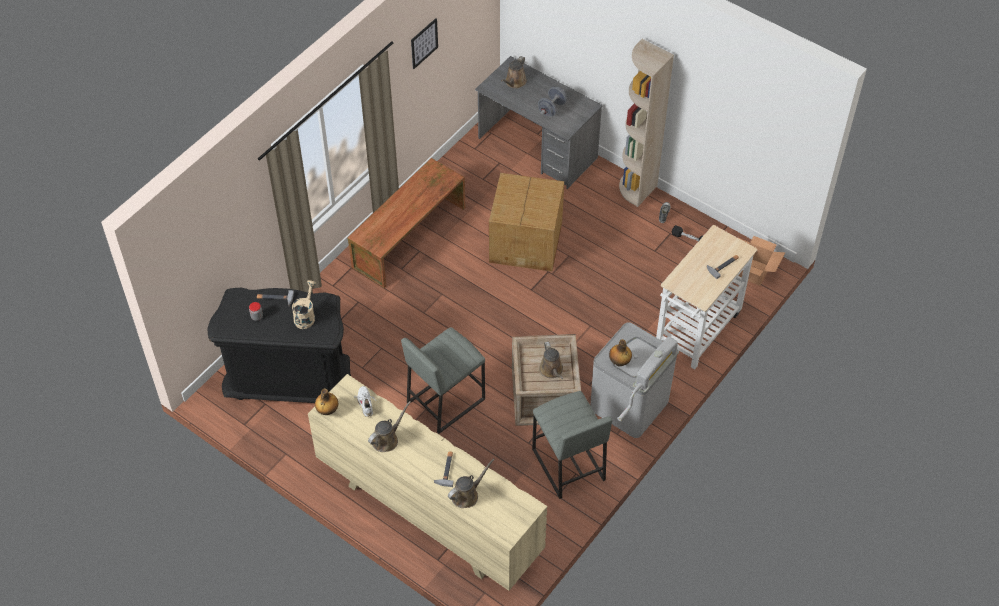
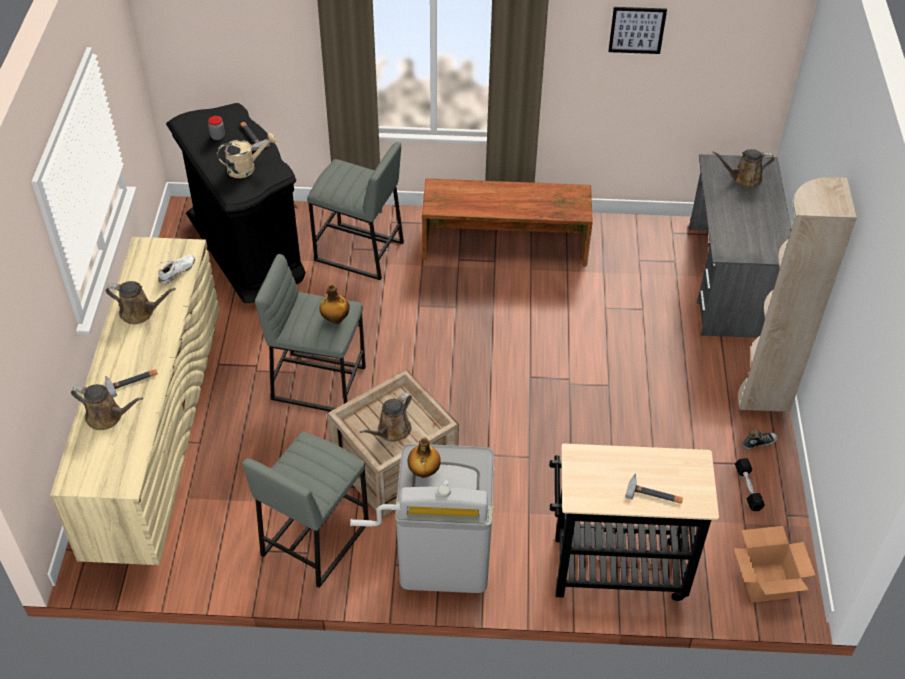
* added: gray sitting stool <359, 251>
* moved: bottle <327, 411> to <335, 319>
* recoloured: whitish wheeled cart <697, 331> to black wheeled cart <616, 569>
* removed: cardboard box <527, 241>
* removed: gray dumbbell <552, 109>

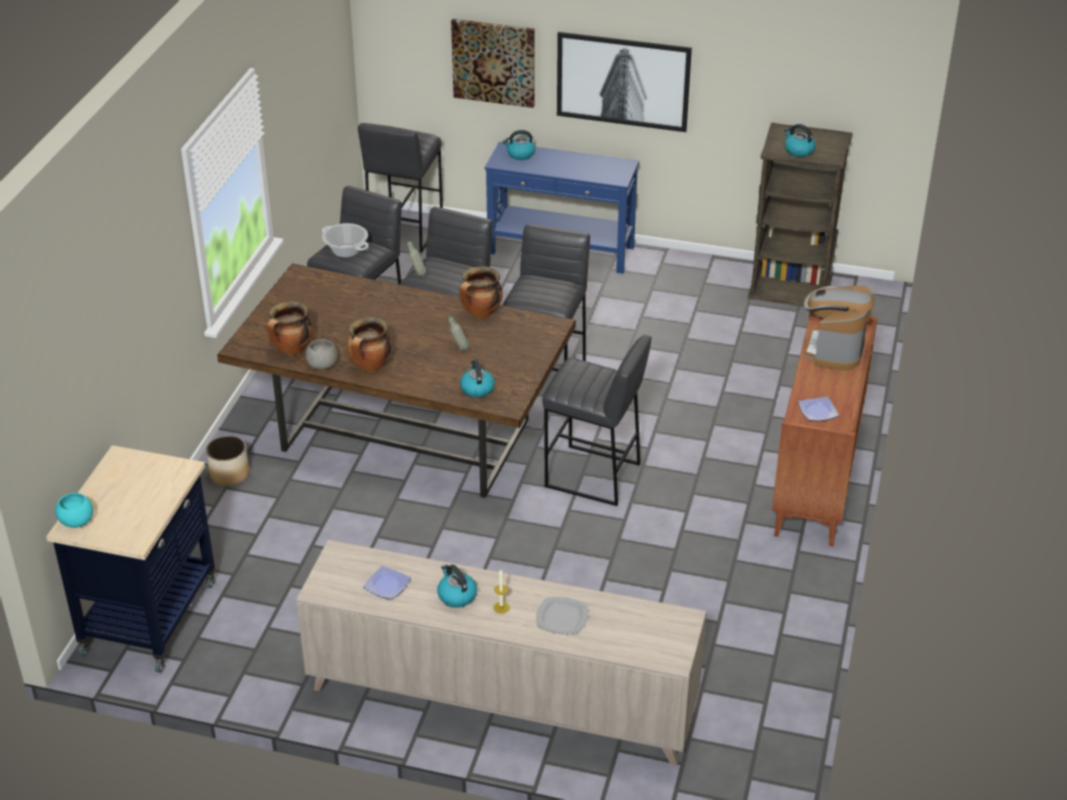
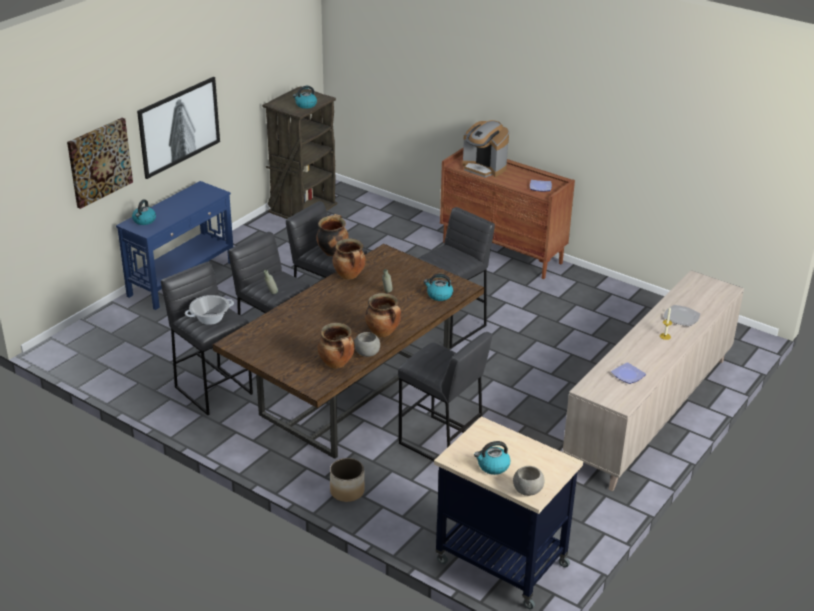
* added: cooking pot <332, 251>
* moved: gray sitting stool <405, 232> to <441, 442>
* moved: tea kettle <456, 596> to <492, 466>
* recoloured: turquoise bowl <76, 522> to gray bowl <528, 491>

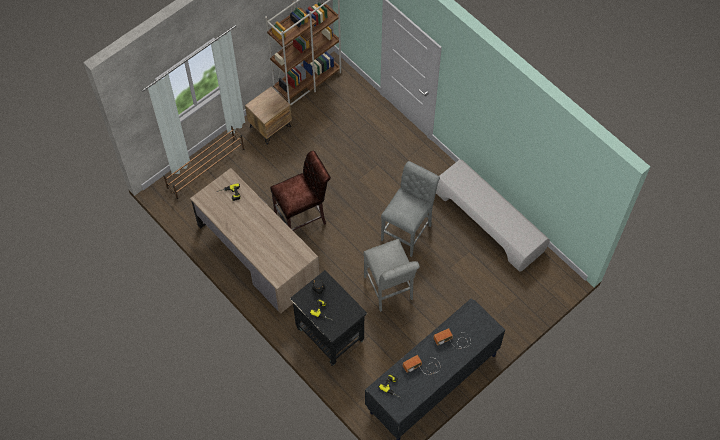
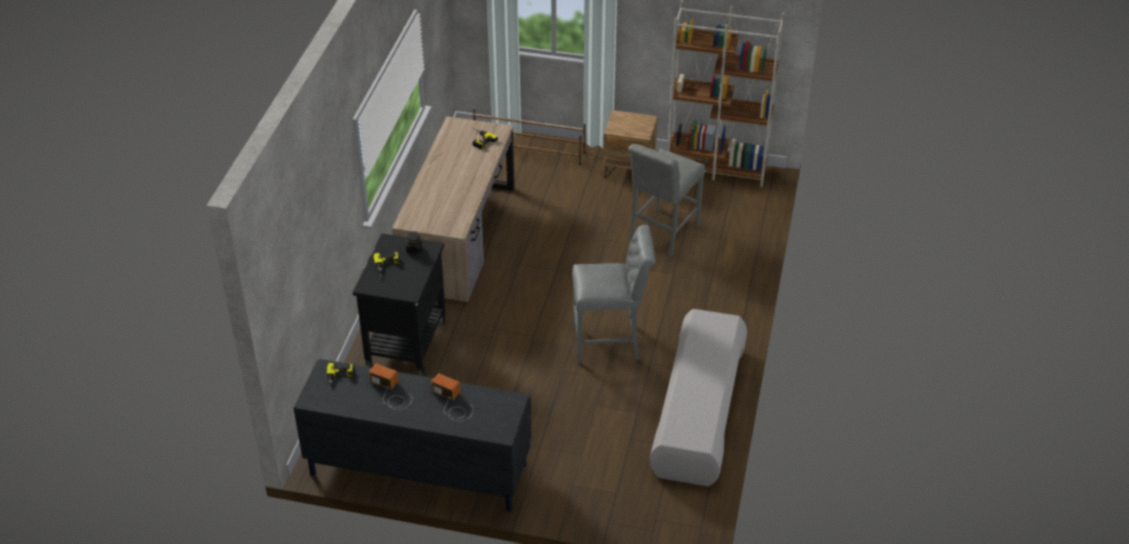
* moved: gray sitting stool <389, 290> to <661, 234>
* removed: brown-coloured sitting stool <303, 218>

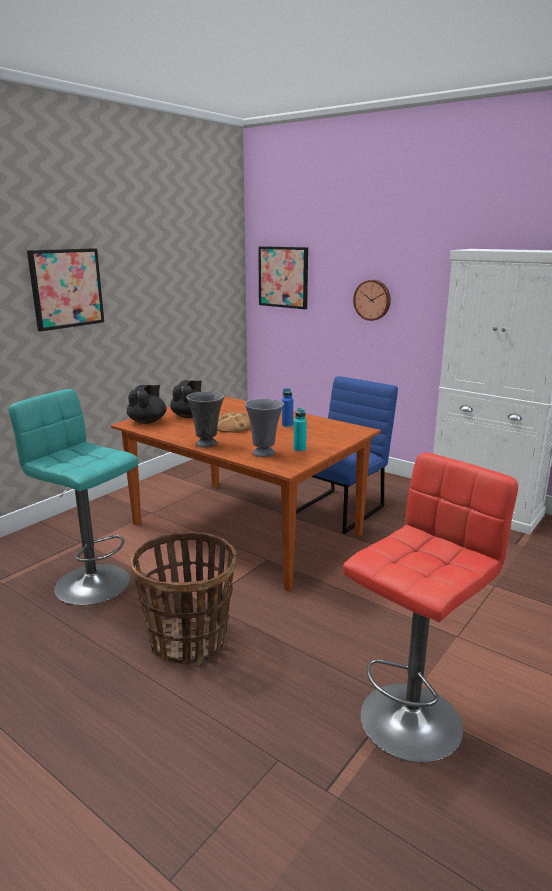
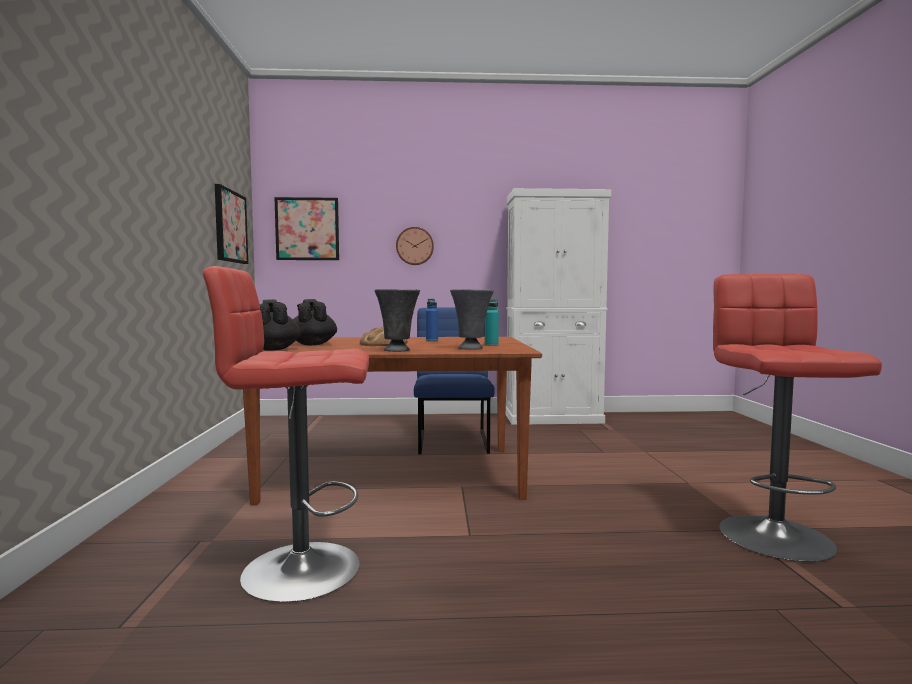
* recoloured: turquoise sitting stool <92, 583> to red sitting stool <300, 570>
* moved: wall picture <66, 288> to <230, 226>
* removed: storage basket <189, 641>

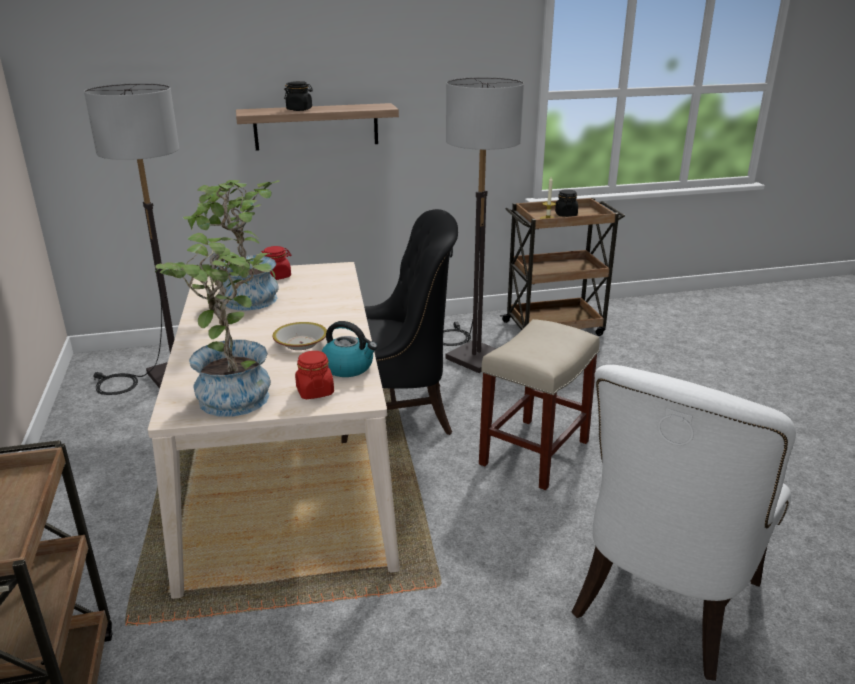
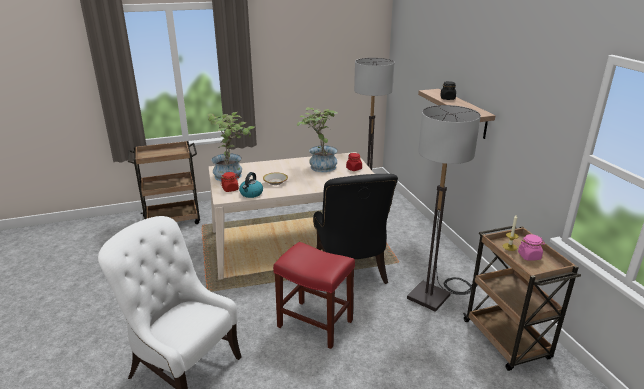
* recoloured: beige sitting stool <534, 453> to red sitting stool <314, 323>
* recoloured: black jar <566, 214> to pinkish jar <529, 256>

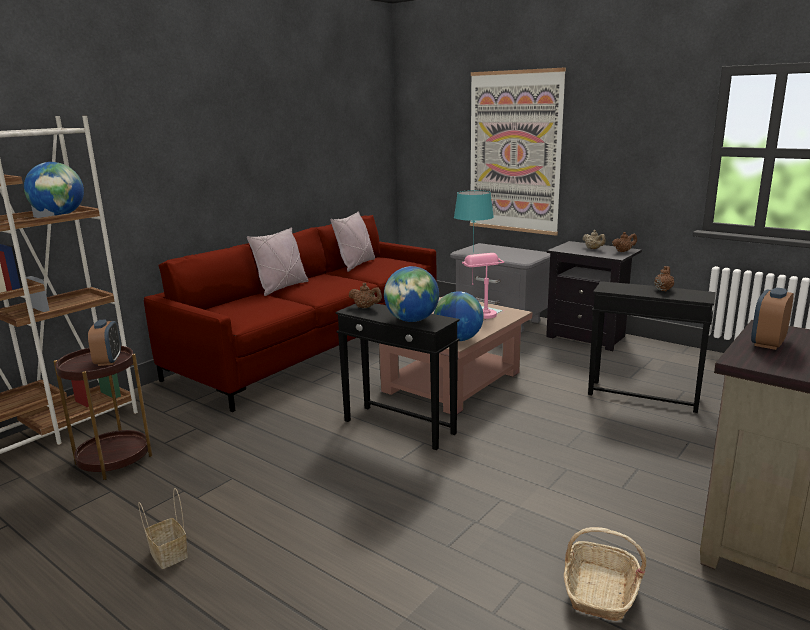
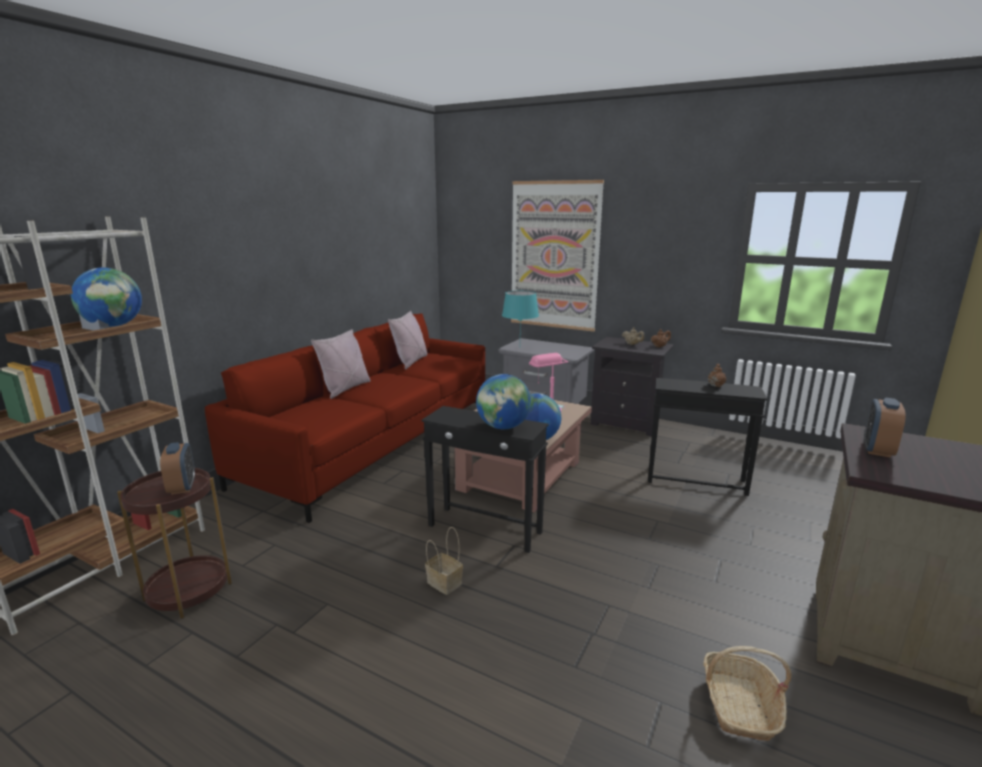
* moved: storage basket <167, 554> to <443, 583>
* removed: brown-coloured tea pot <365, 307>

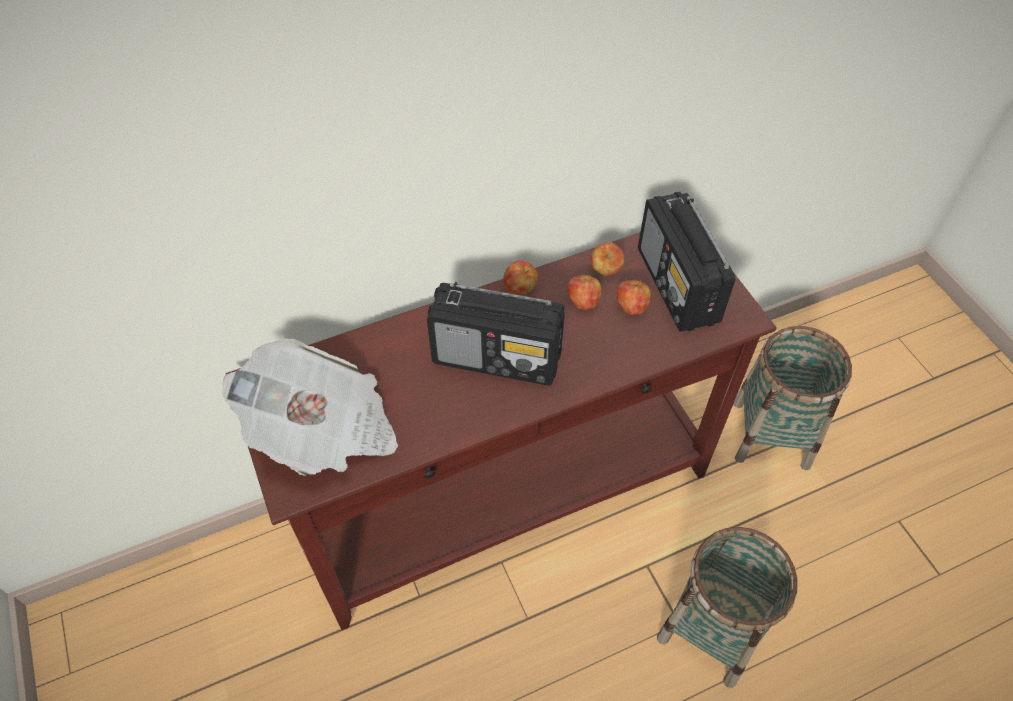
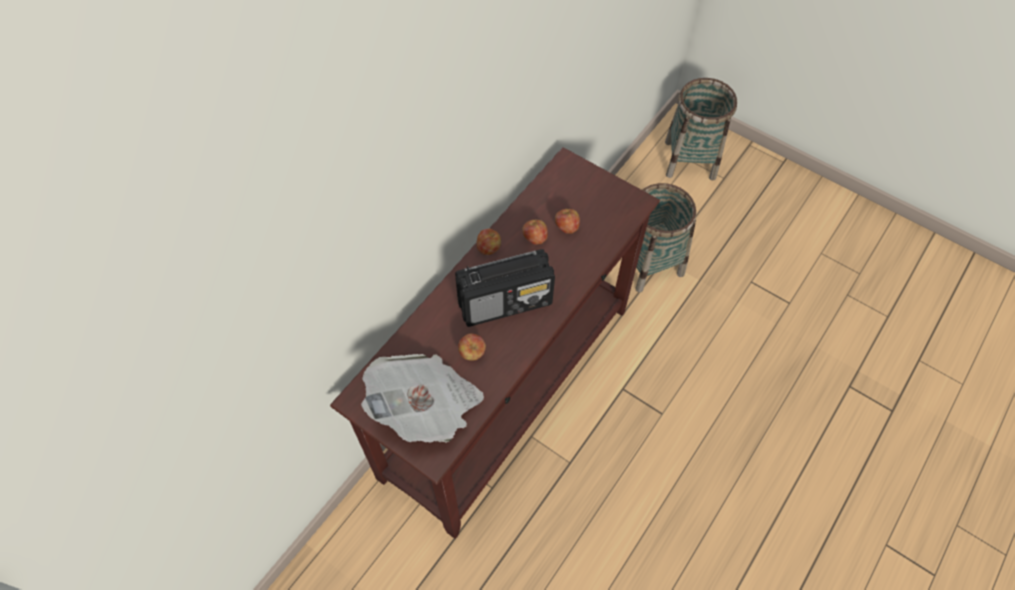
* moved: apple <605, 270> to <472, 353>
* moved: storage basket <712, 628> to <689, 159>
* removed: radio <677, 287>

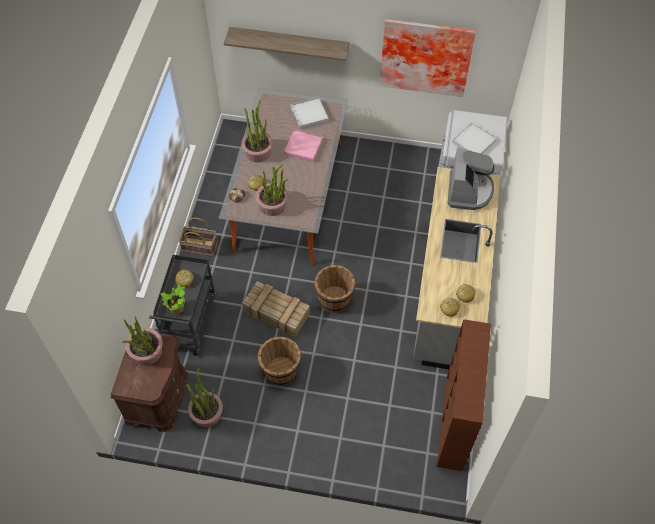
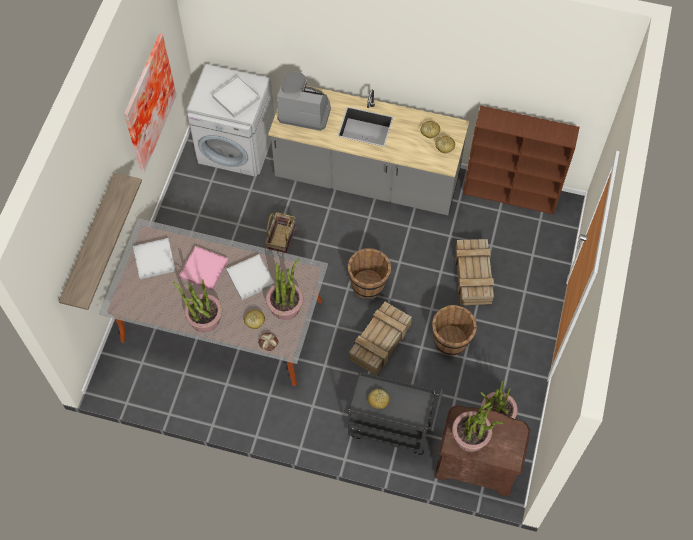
* added: whitish tray <250, 278>
* moved: storage basket <200, 246> to <281, 240>
* added: packing crate <473, 277>
* removed: plant in a pot <177, 309>

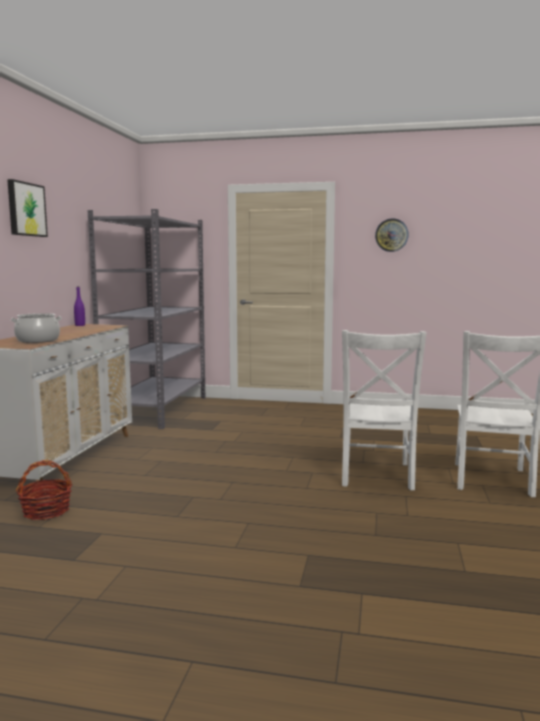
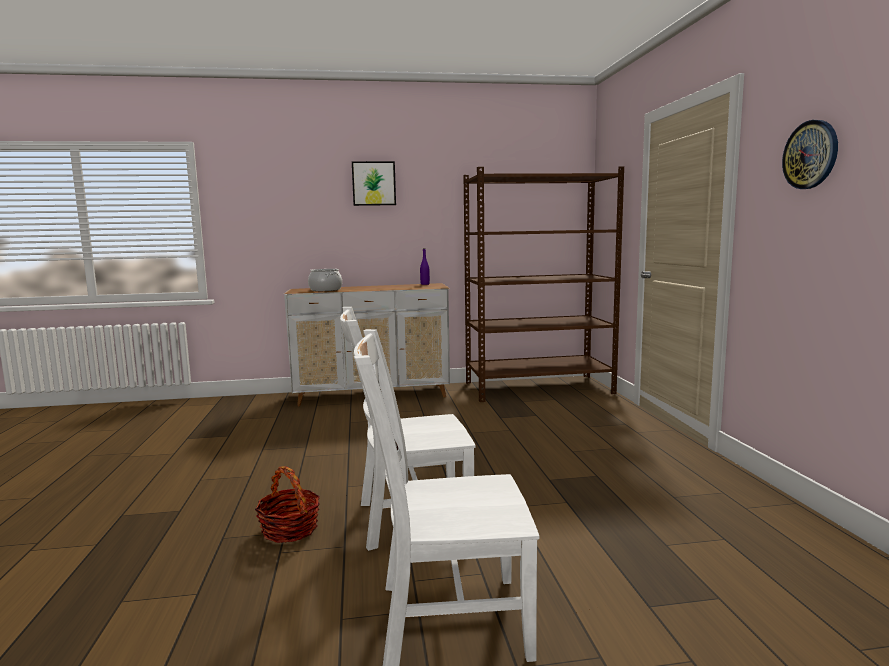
* moved: storage basket <46, 511> to <290, 529>
* recoloured: gray bookshelf <157, 410> to brown-coloured bookshelf <538, 388>

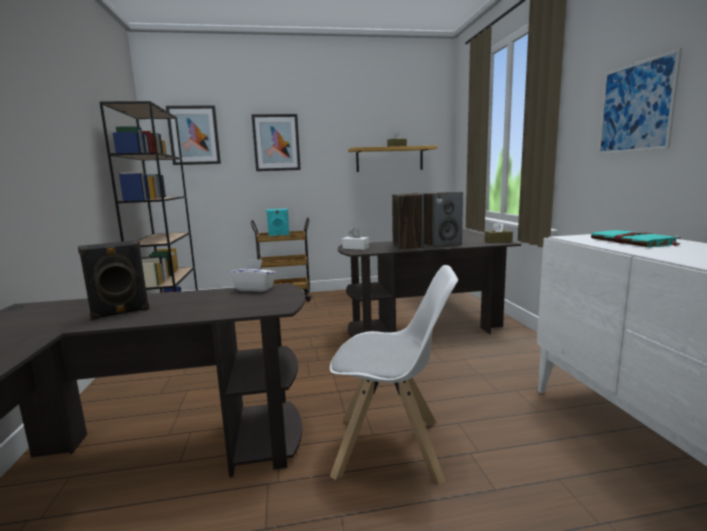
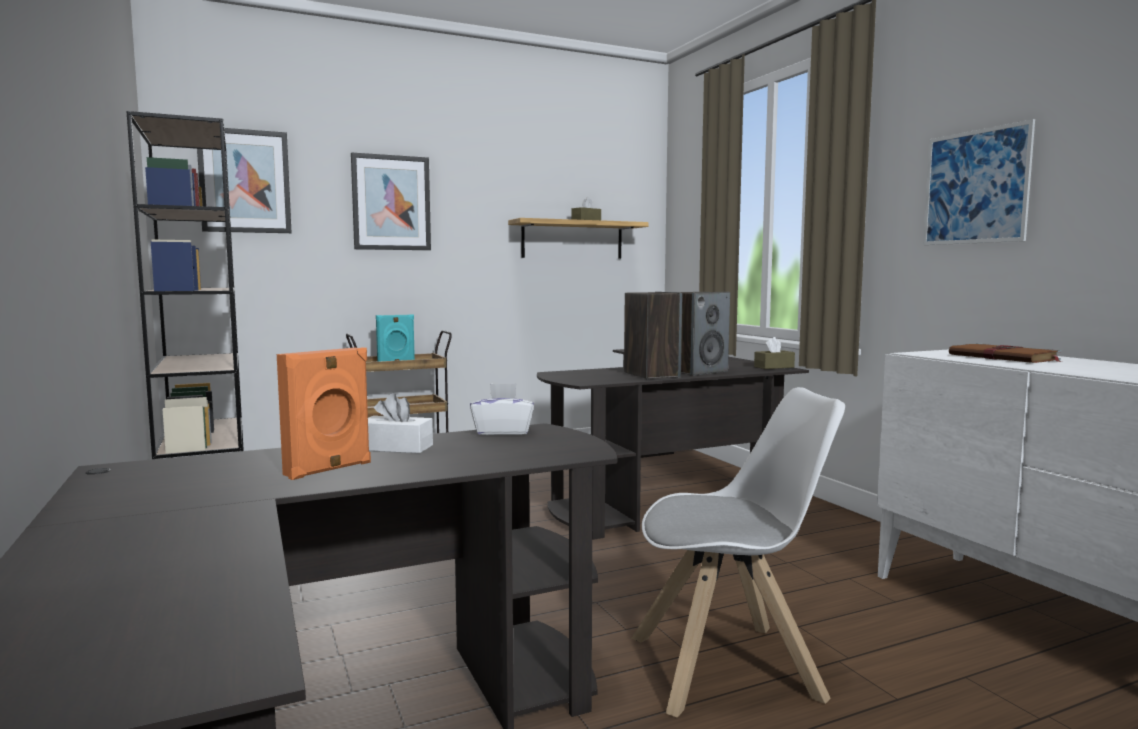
* recoloured: black audio speaker <121, 313> to orange-coloured audio speaker <329, 469>
* moved: whitish tissue holder <355, 248> to <396, 448>
* recoloured: turquoise book <634, 242> to brown-coloured book <1005, 357>

